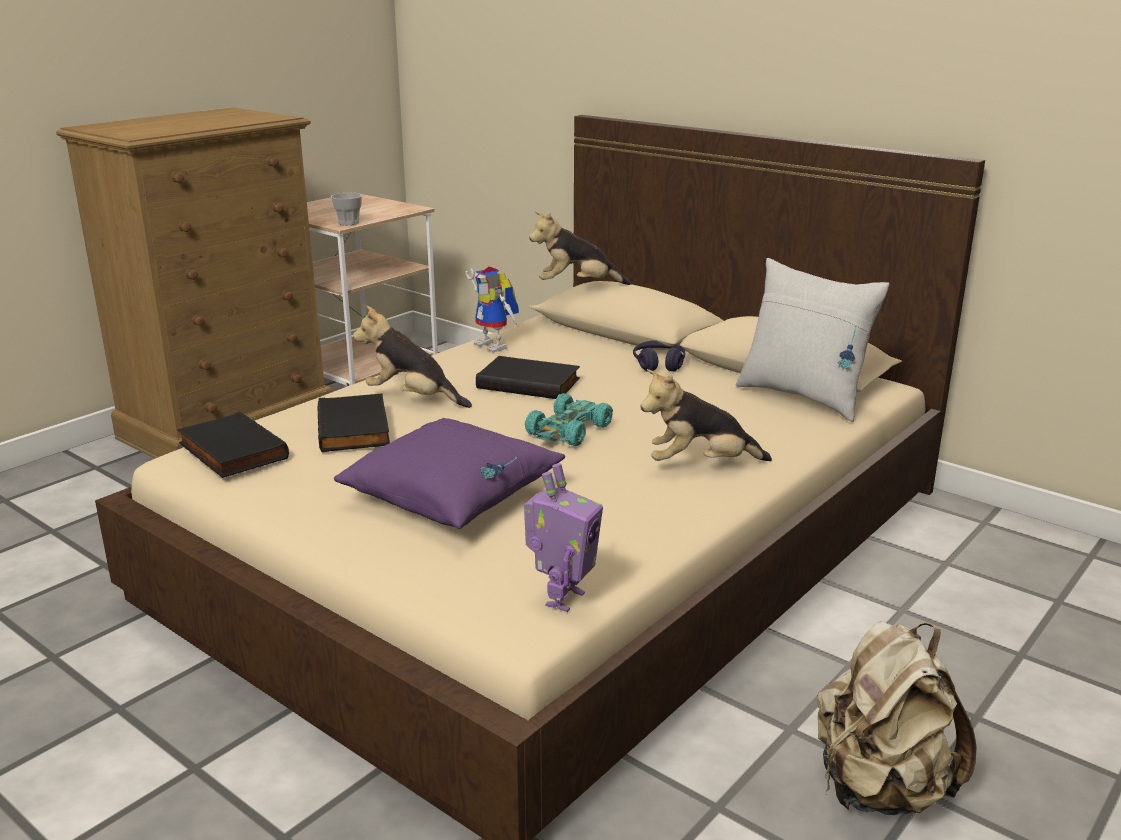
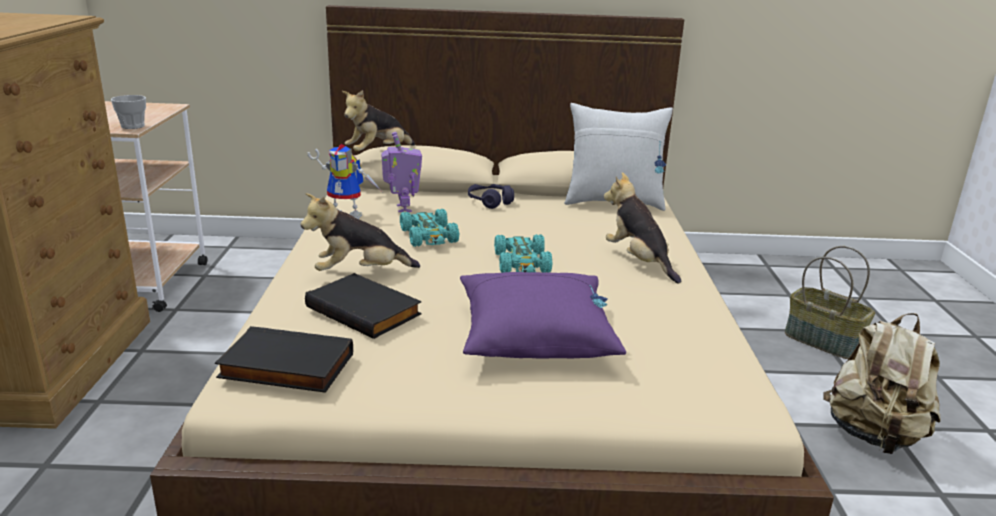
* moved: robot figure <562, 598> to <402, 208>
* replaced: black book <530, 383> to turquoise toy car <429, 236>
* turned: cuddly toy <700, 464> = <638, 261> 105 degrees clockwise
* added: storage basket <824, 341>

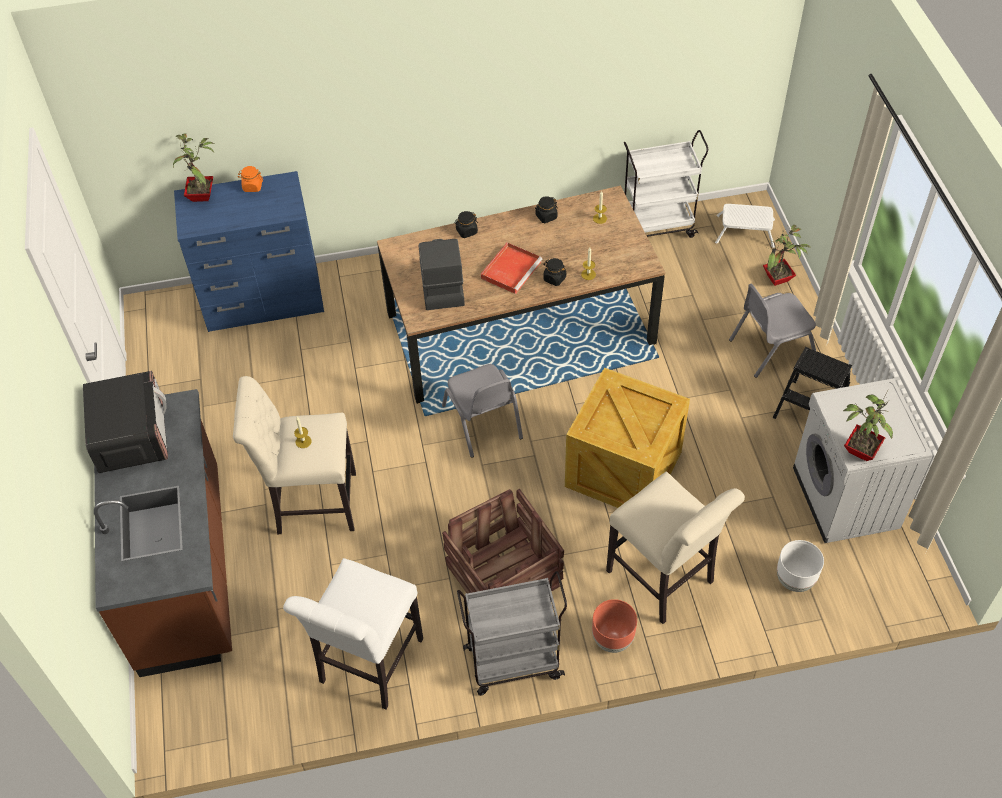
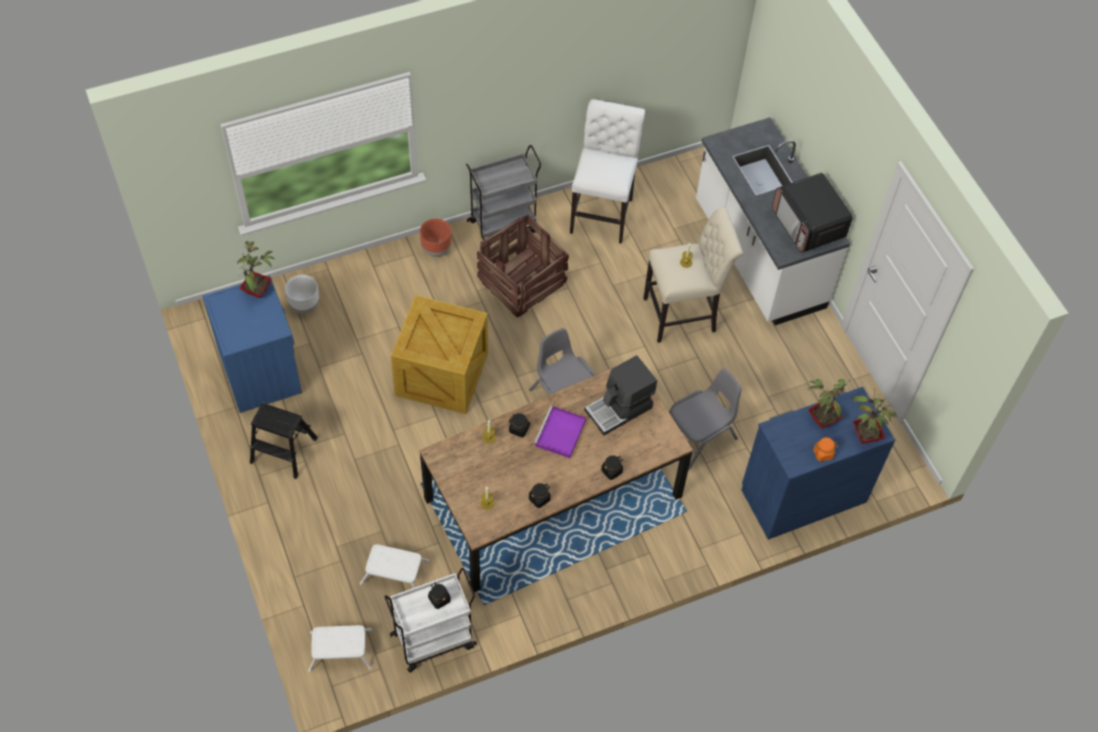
* recoloured: whitish washing machine <843, 499> to bluish washing machine <262, 372>
* added: whitish step stool <394, 572>
* added: black jar <439, 599>
* recoloured: red tray <511, 269> to purplish tray <560, 434>
* turned: coffee machine <441, 285> = <619, 409> 75 degrees clockwise
* moved: gray chair <771, 348> to <699, 436>
* recoloured: brown-coloured kitchen counter <184, 569> to whitish kitchen counter <757, 256>
* moved: plant in a pot <778, 280> to <822, 419>
* removed: beige sitting stool <663, 581>

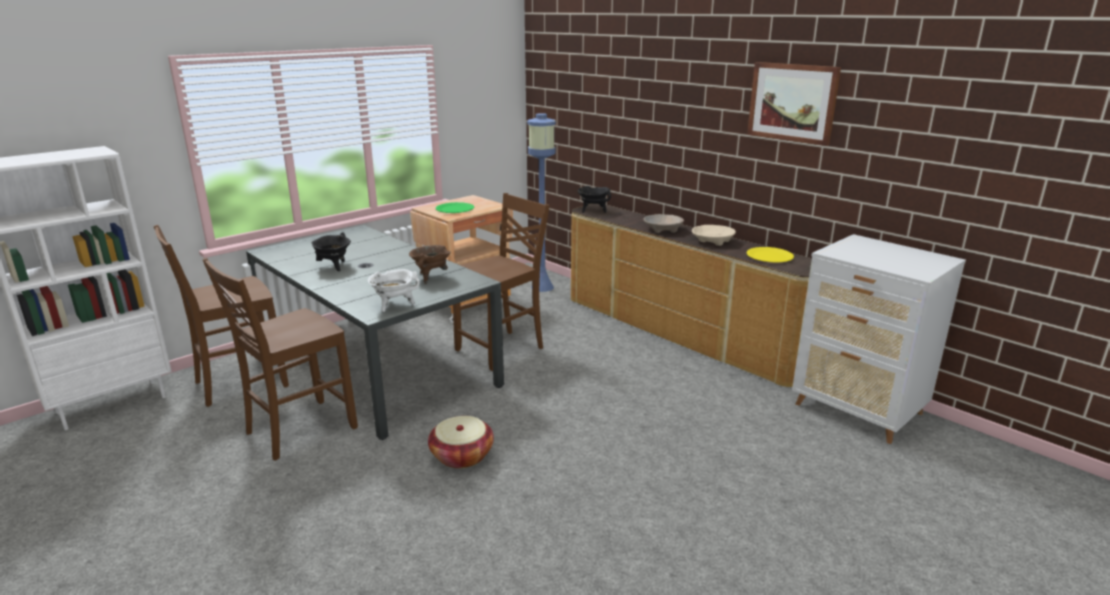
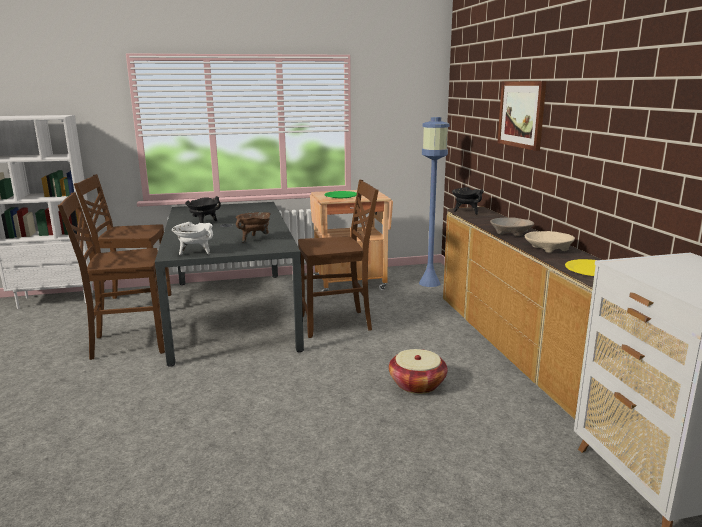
* moved: storage basket <462, 456> to <417, 384>
* moved: wall picture <792, 102> to <522, 114>

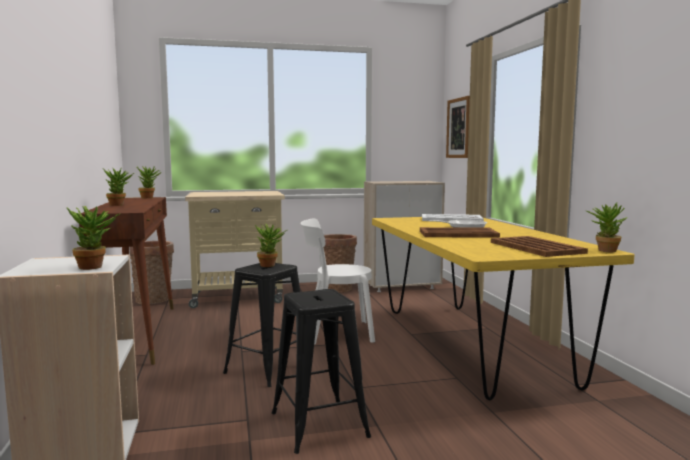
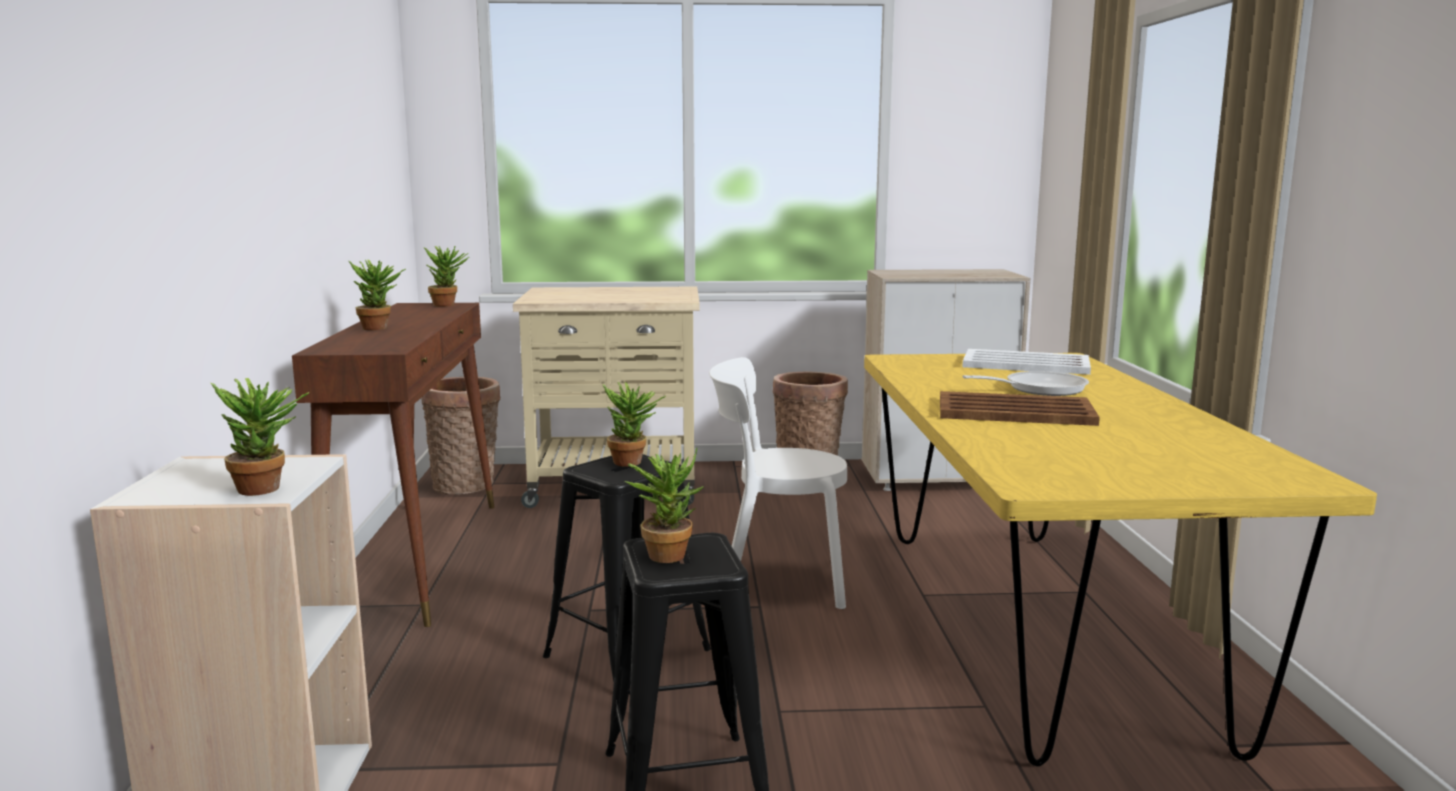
* moved: plant in a pot <604, 250> to <666, 553>
* removed: wall picture <458, 128>
* removed: brown-coloured tray <535, 247>

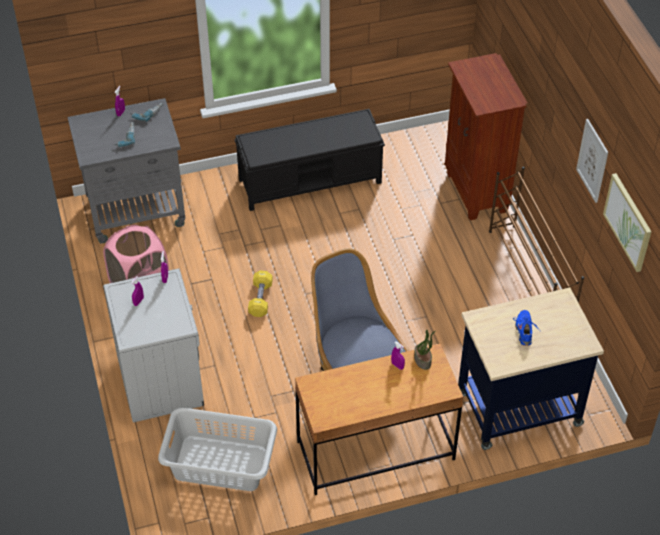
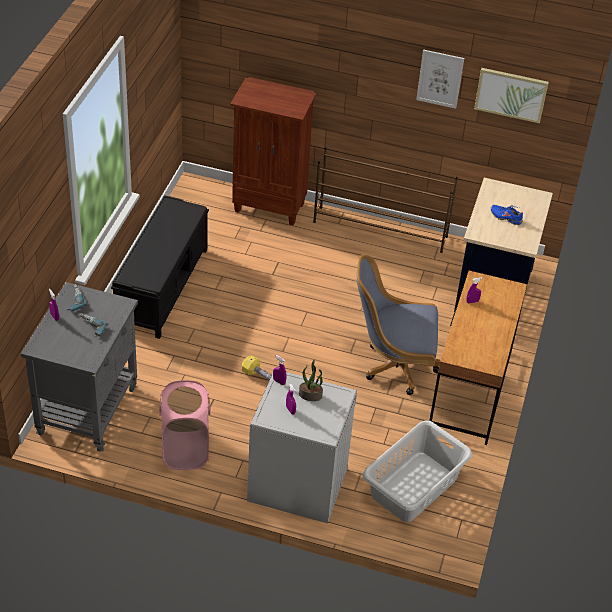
* moved: plant in a pot <423, 360> to <310, 395>

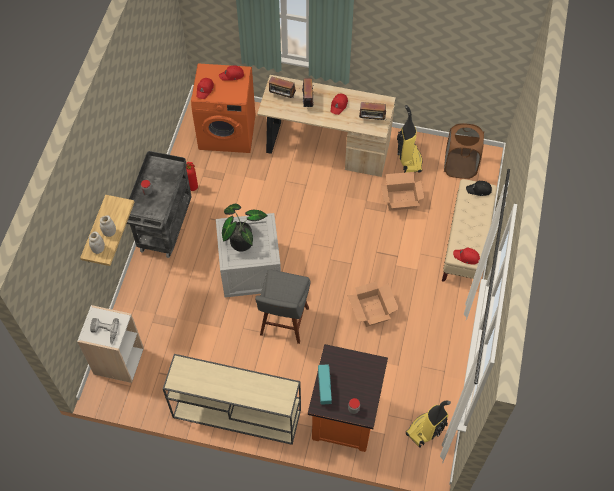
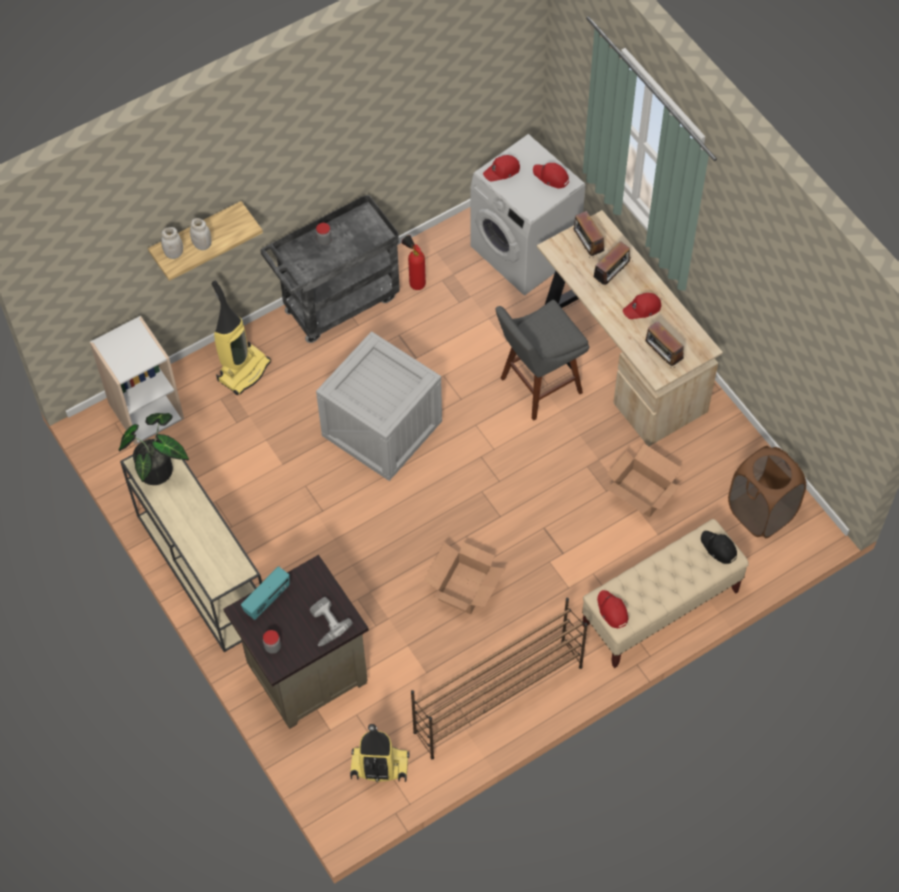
* moved: plant in a pot <241, 239> to <159, 467>
* moved: vacuum cleaner <409, 159> to <243, 370>
* recoloured: orange-coloured cupboard <344, 420> to beige cupboard <304, 676>
* moved: electric drill <104, 332> to <325, 624>
* added: brown-coloured shoe shelf <497, 699>
* recoloured: orange-coloured washing machine <227, 132> to whitish washing machine <523, 251>
* moved: gray sitting stool <283, 324> to <537, 387>

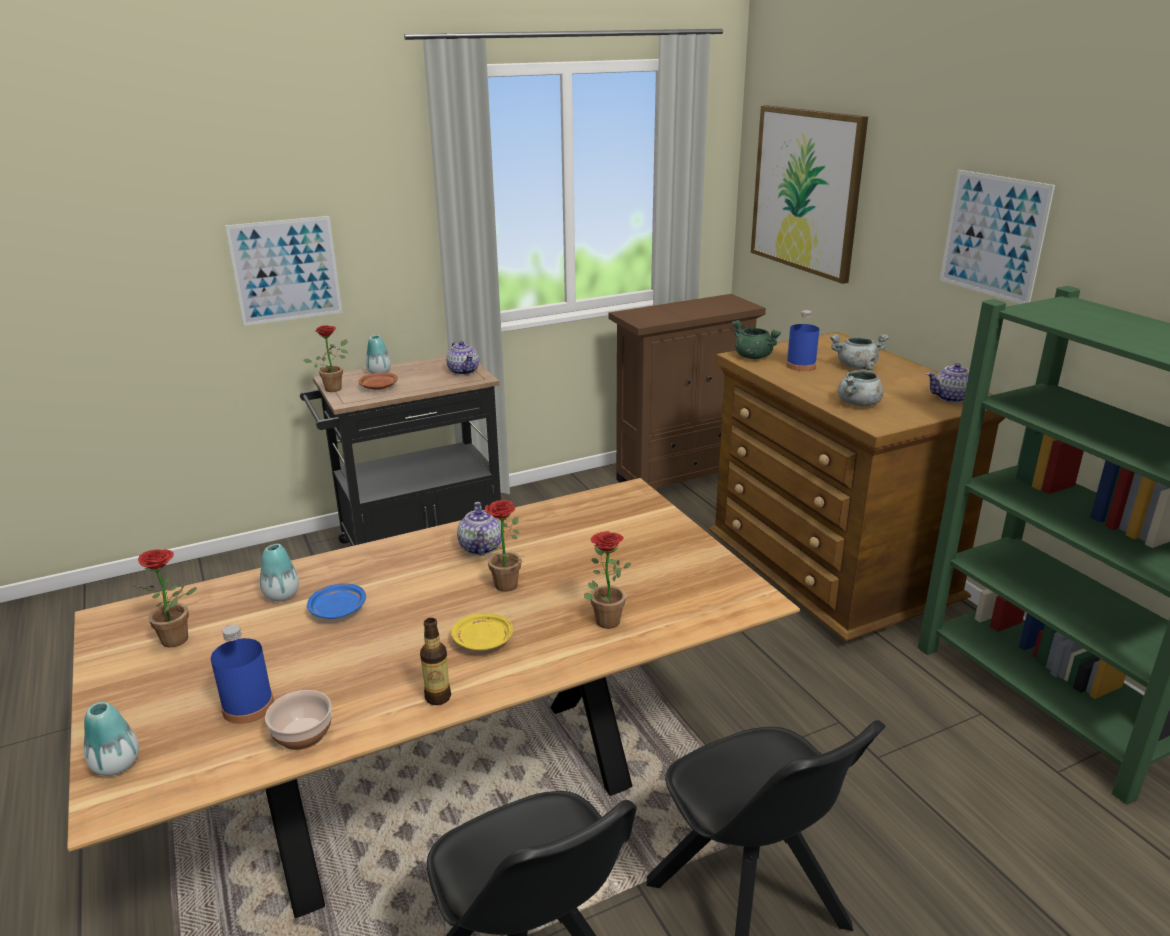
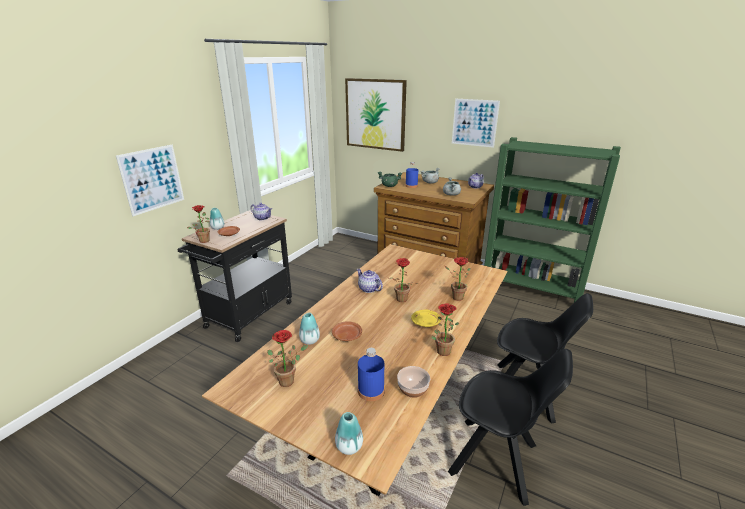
* recoloured: bluish dinner plate <338, 609> to brown-coloured dinner plate <347, 335>
* replaced: bottle <438, 697> to plant in a pot <442, 349>
* removed: brown-coloured cupboard <681, 476>

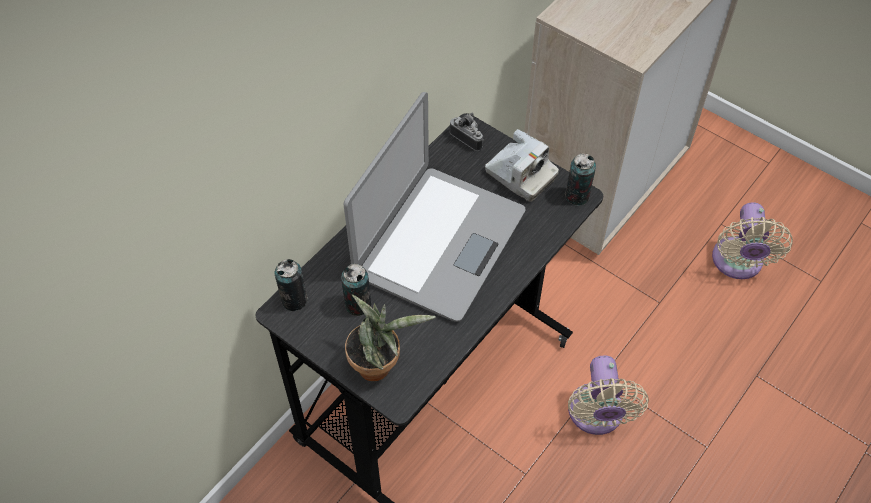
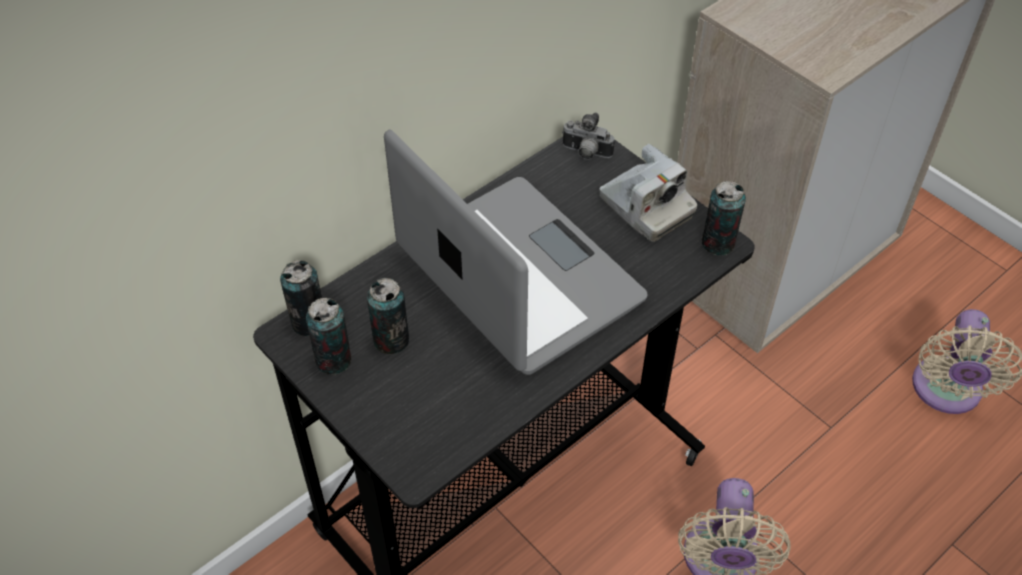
* added: metal can <333, 360>
* turned: laptop <438, 242> = <517, 277> 75 degrees counterclockwise
* turned: still camera <468, 138> = <585, 153> 150 degrees clockwise
* removed: plant in a pot <379, 364>

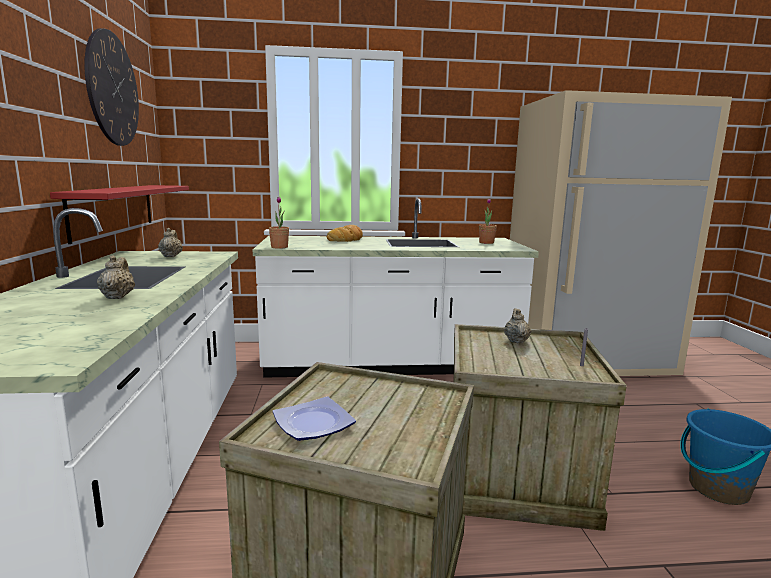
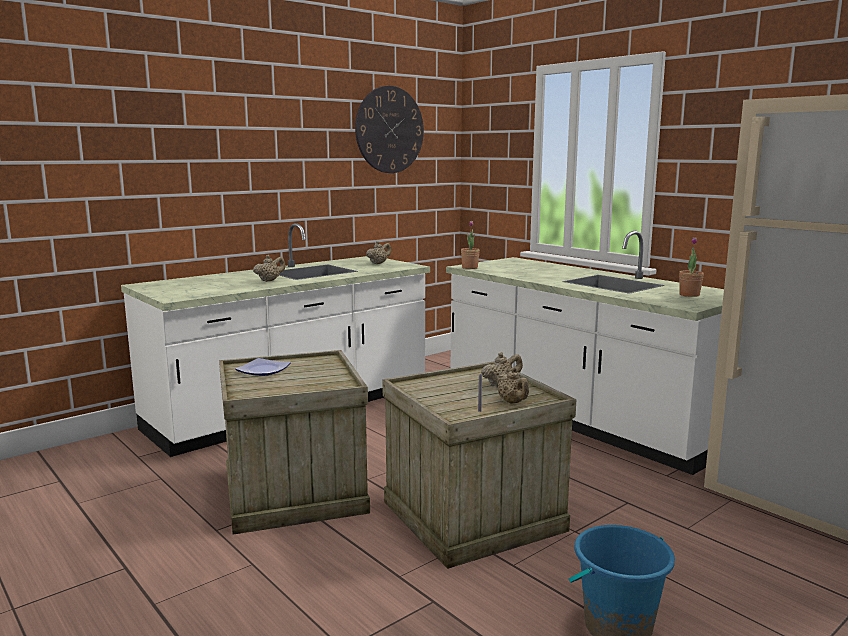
* added: beige tea pot <512, 402>
* removed: red shelf <114, 209>
* removed: bread <347, 239>

